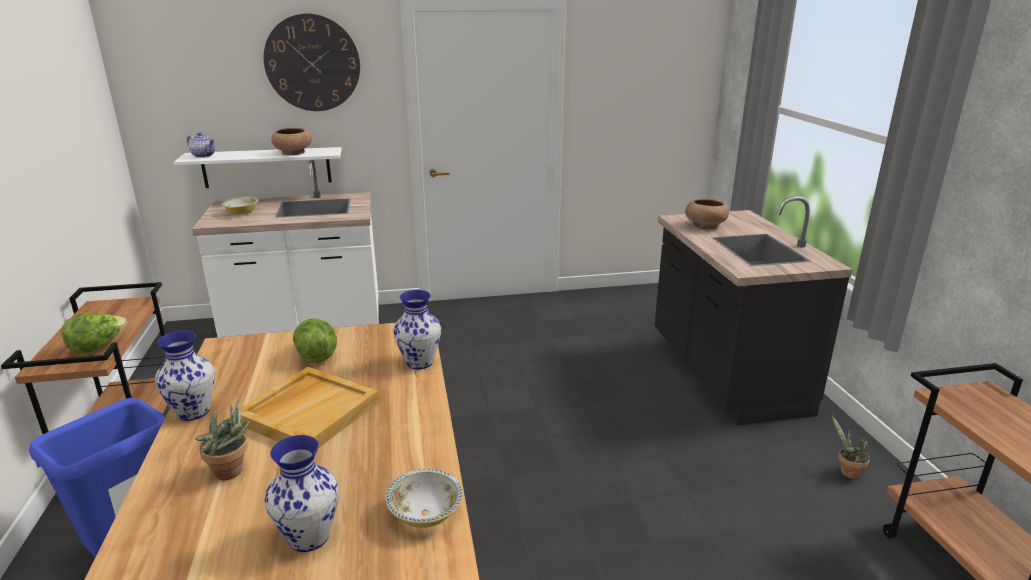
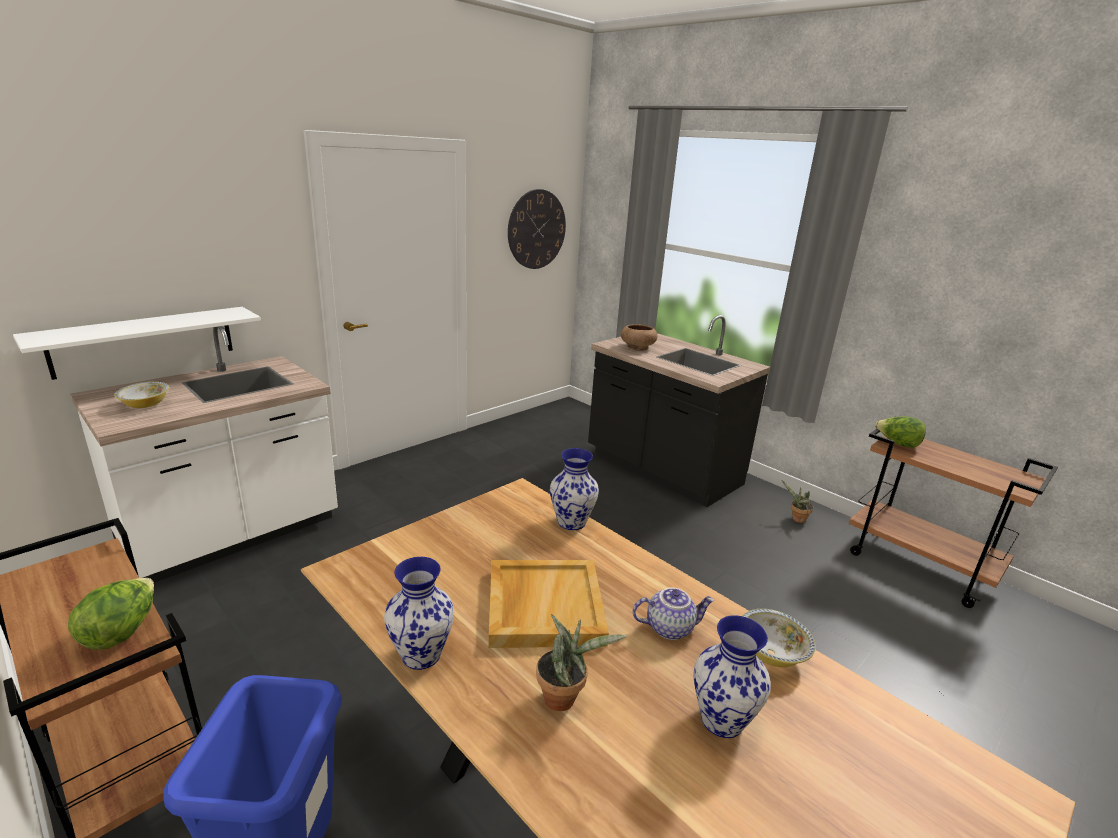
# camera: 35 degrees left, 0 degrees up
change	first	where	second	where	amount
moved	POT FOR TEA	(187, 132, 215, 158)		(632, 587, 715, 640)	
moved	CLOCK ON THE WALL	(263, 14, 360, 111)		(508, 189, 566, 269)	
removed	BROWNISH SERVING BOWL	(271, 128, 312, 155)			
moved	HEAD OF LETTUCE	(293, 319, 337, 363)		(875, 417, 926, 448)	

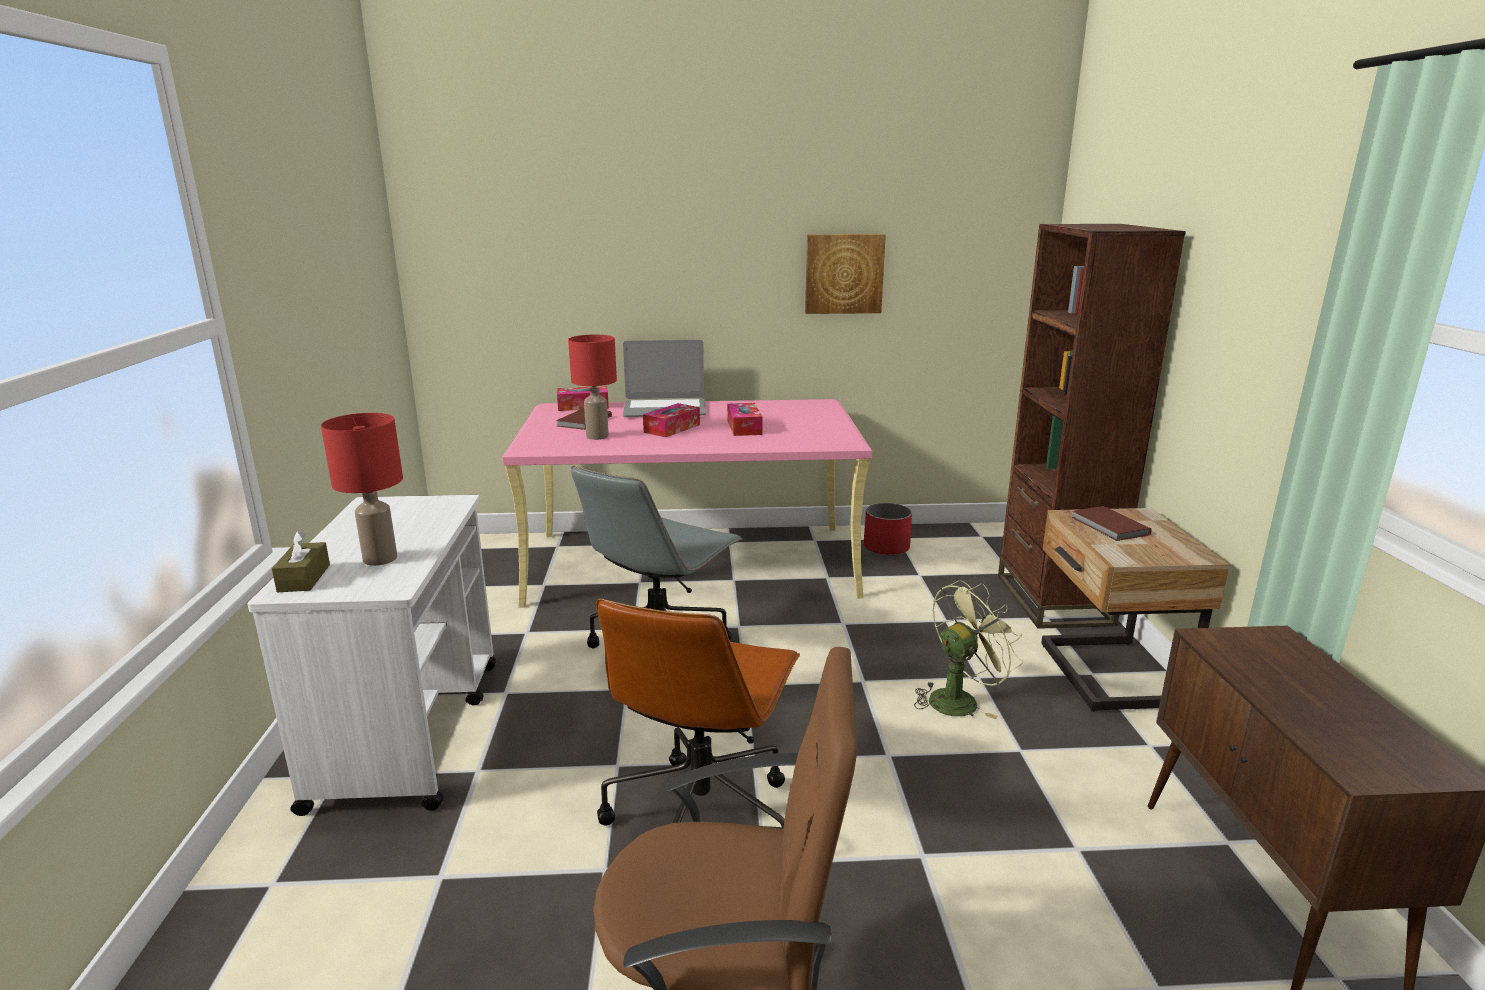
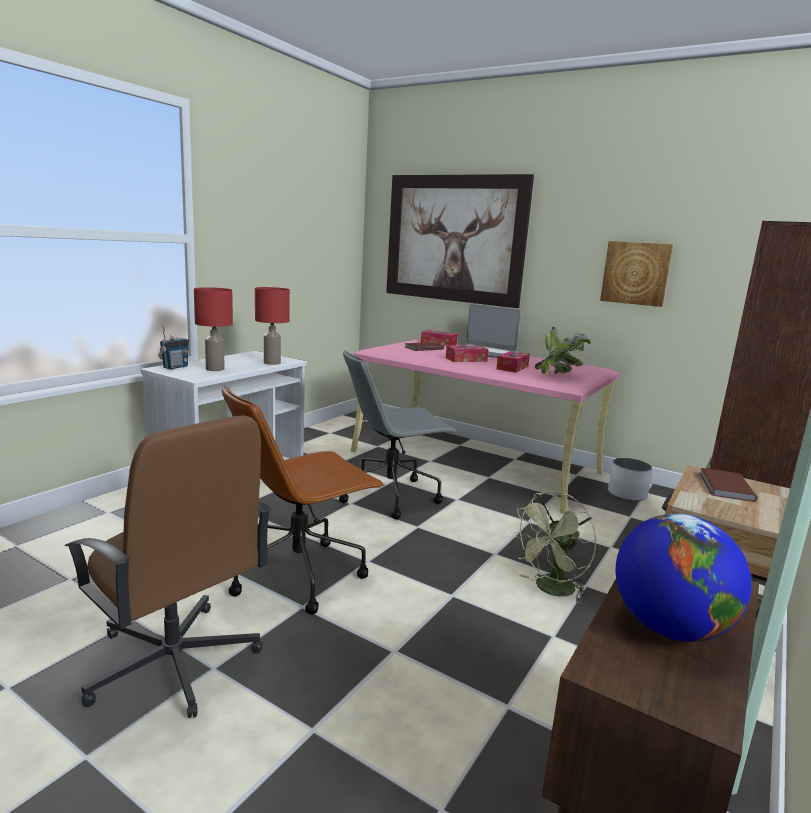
# camera: 35 degrees right, 5 degrees down
change	first	where	second	where	amount
replaced	BROWNISH TISSUE BOX	(272, 531, 330, 592)	RADIO SET	(158, 325, 189, 369)	
moved	REDDISH TABLETOP LAMP	(568, 335, 617, 440)		(255, 287, 290, 365)	
recoloured	REDDISH PLANT POT	(864, 503, 912, 556)	WHITE PLANT POT	(608, 458, 652, 501)	
turned	GREEN-COLOURED COOLING FAN	(914, 580, 1023, 719)		(511, 491, 597, 604)	135 degrees clockwise
added			PICTURE	(386, 174, 534, 308)	
added			POTTED PLANT	(535, 327, 590, 375)	
added			WORLD GLOBE	(616, 514, 752, 642)	

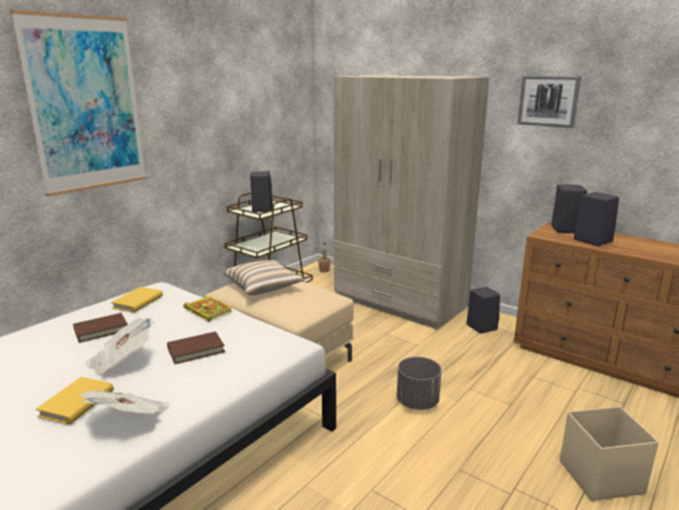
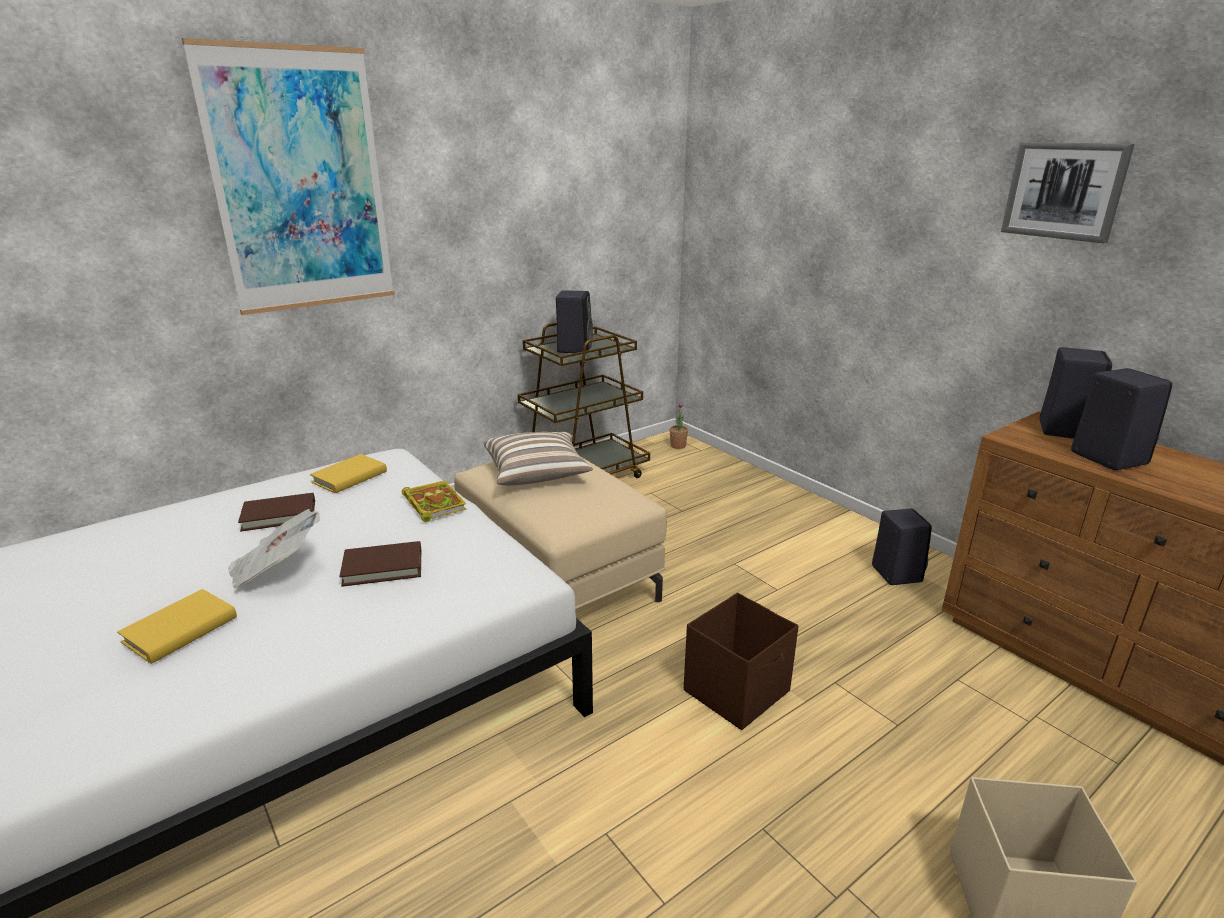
# camera: 15 degrees right, 5 degrees up
change	first	where	second	where	amount
removed	NEWSPAPER	(80, 390, 169, 414)			
removed	BEIGE-COLOURED CLOTHES CUPBOARD	(334, 75, 489, 330)			
replaced	GRAY PLANT POT	(397, 357, 441, 410)	BROWNISH STORAGE BIN	(684, 593, 799, 730)	

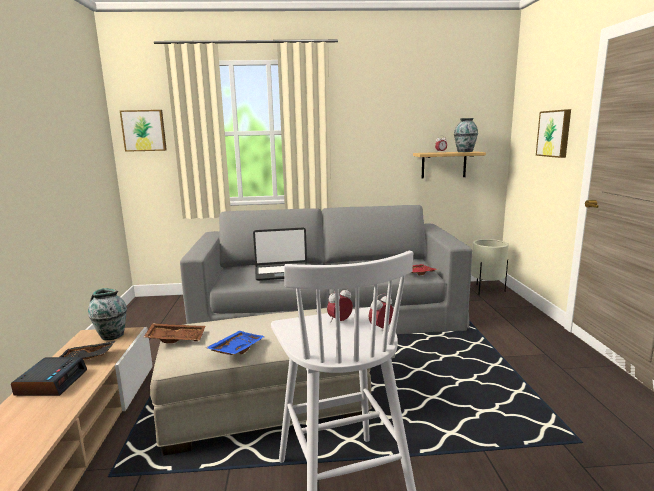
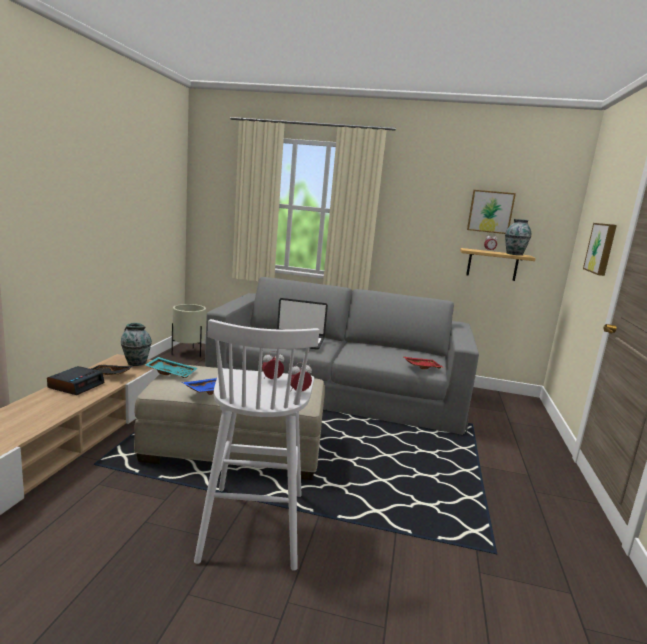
# camera: 15 degrees right, 0 degrees up
change	first	where	second	where	amount
moved	PICTURE	(120, 110, 167, 152)		(467, 190, 516, 234)	
recoloured	BROWNISH TRAY	(144, 323, 205, 343)	TURQUOISE TRAY	(145, 357, 197, 378)	
moved	BEIGE-COLOURED PLANT POT	(471, 239, 509, 295)		(172, 304, 206, 357)	

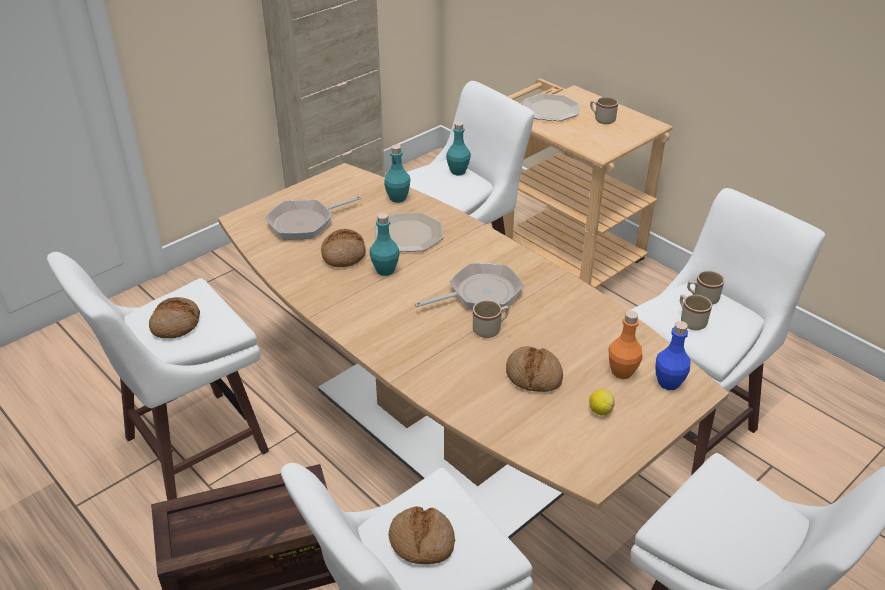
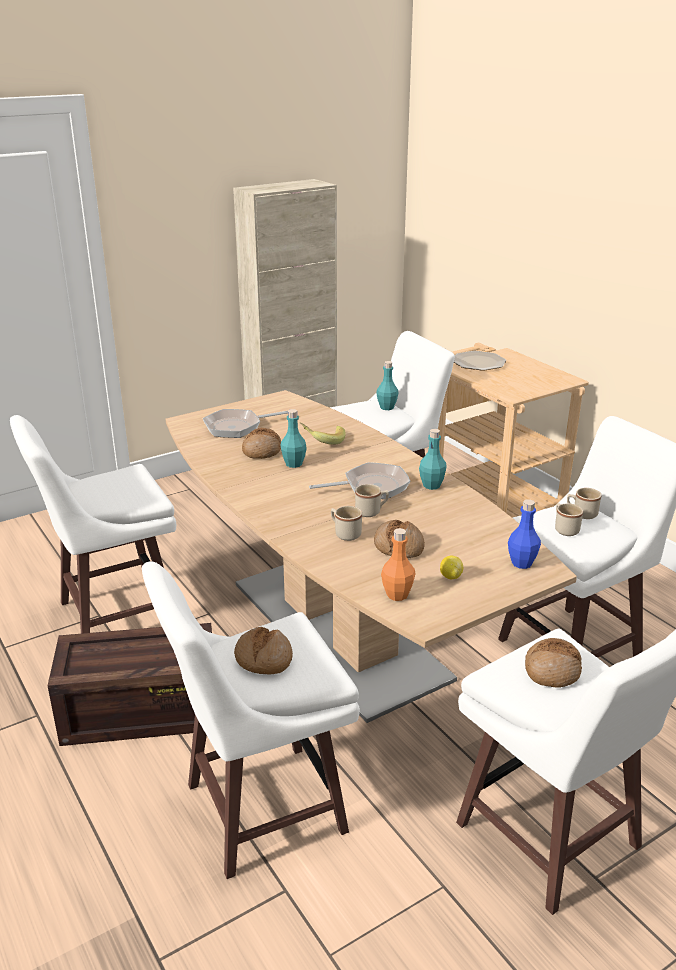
# camera: 10 degrees right, 10 degrees down
change	first	where	second	where	amount
moved	BAKED BREAD	(149, 297, 200, 338)		(525, 638, 582, 688)	
replaced	DINNER PLATE	(375, 212, 444, 252)	BANANA FRUIT	(300, 423, 346, 445)	
moved	TURQUOISE DRINK BOTTLE	(384, 144, 410, 203)		(419, 429, 447, 490)	
moved	BEIGE-COLOURED MUG	(590, 97, 618, 124)		(331, 506, 362, 541)	
moved	ORANGE DRINK BOTTLE	(608, 311, 642, 379)		(381, 528, 415, 601)	

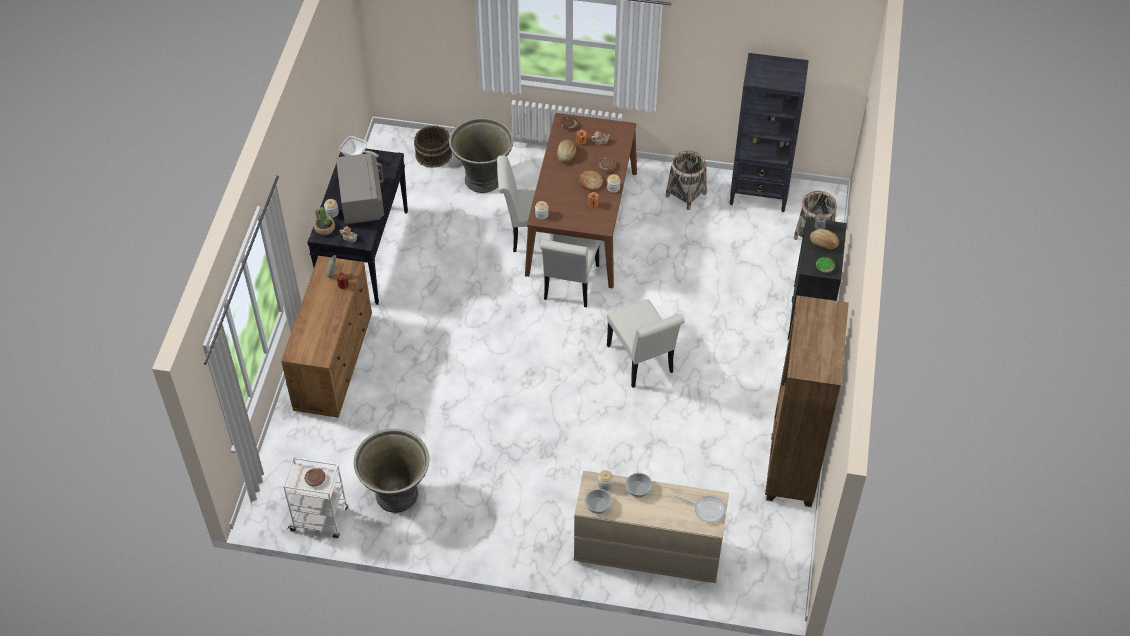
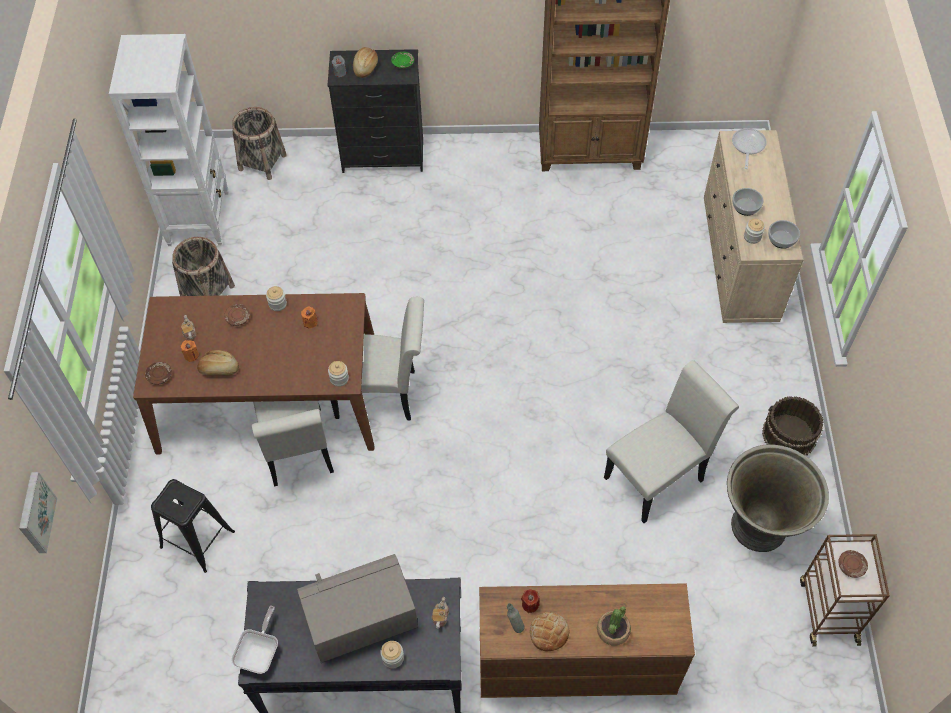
# camera: 100 degrees left, 5 degrees up
change	first	where	second	where	amount
recoloured	WHITE CART	(283, 457, 348, 538)	BROWNISH CART	(800, 534, 890, 647)	
moved	POTTED PLANT	(314, 207, 335, 235)		(597, 606, 631, 645)	
moved	BROWNISH BUCKET	(414, 125, 452, 168)		(762, 396, 824, 456)	
replaced	GRAY PLANT POT	(449, 117, 514, 193)	BLACK STOOL SEAT	(151, 479, 235, 573)	
moved	BAKED BREAD	(579, 171, 603, 190)		(530, 612, 569, 651)	
moved	WHITE CHAIR	(607, 300, 685, 388)		(604, 360, 739, 523)	
recoloured	BLACK SHELVING UNIT	(730, 53, 809, 212)	WHITE SHELVING UNIT	(109, 34, 228, 246)	
added			PICTURE	(19, 472, 57, 553)	

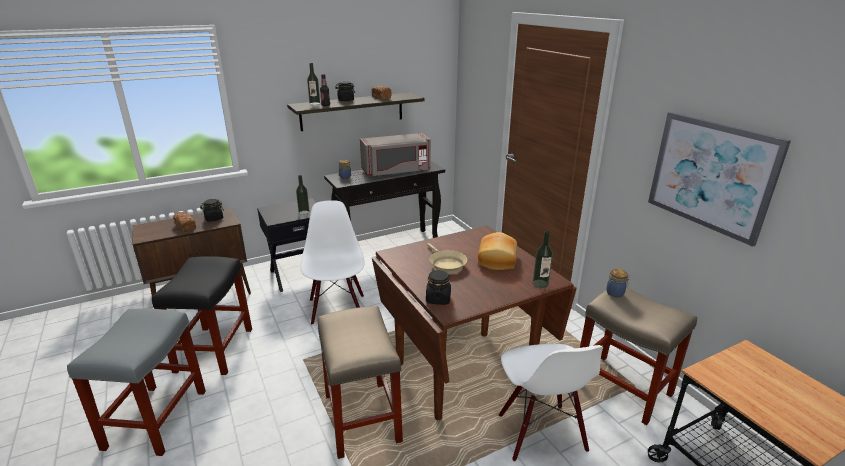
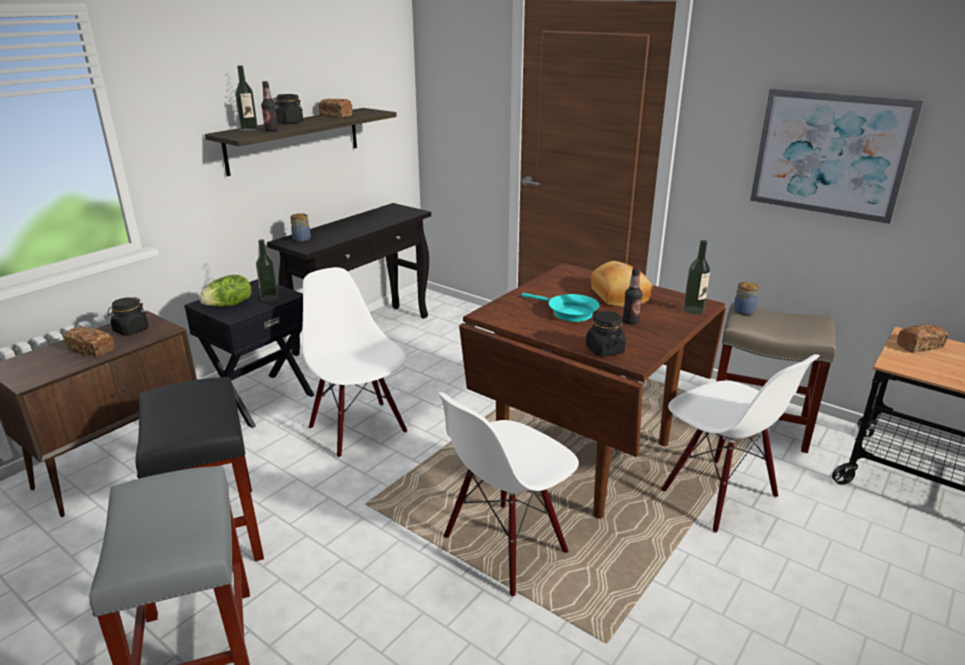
# camera: 25 degrees left, 0 degrees up
change	first	where	second	where	amount
replaced	BEIGE-COLOURED STOOL SEAT	(318, 306, 403, 459)	WHITE CHAIR	(438, 392, 579, 597)	
removed	GRAY MICROWAVE	(360, 133, 431, 176)			
recoloured	BEIGE-COLOURED FRYING PAN	(427, 243, 467, 273)	TURQUOISE FRYING PAN	(522, 293, 600, 322)	
added			HEAD OF LETTUCE	(199, 275, 251, 307)	
added			DRINK BOTTLE	(623, 267, 642, 324)	
added			BAKED BREAD	(897, 325, 948, 353)	

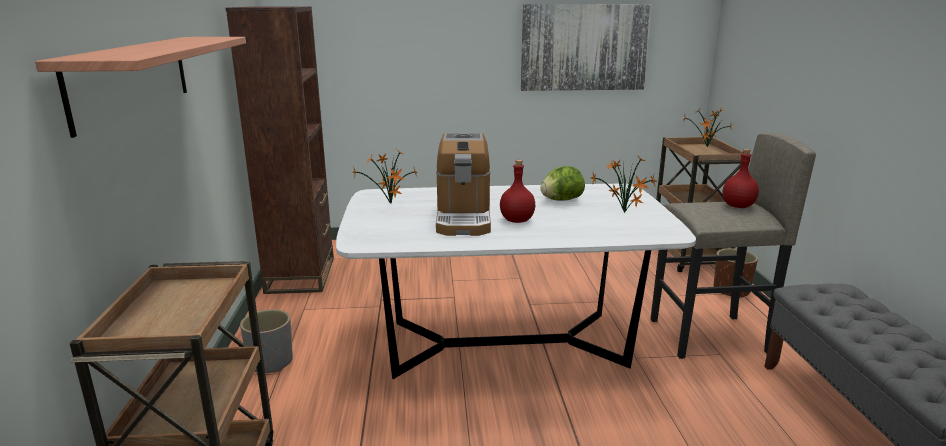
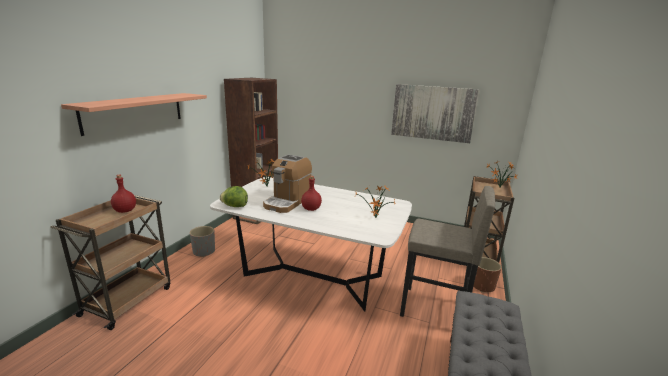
# camera: 25 degrees right, 0 degrees up
change	first	where	second	where	amount
moved	HEAD OF LETTUCE	(540, 166, 585, 201)		(220, 186, 248, 207)	
moved	REDDISH DRINK BOTTLE	(723, 149, 759, 208)		(111, 175, 136, 213)	

